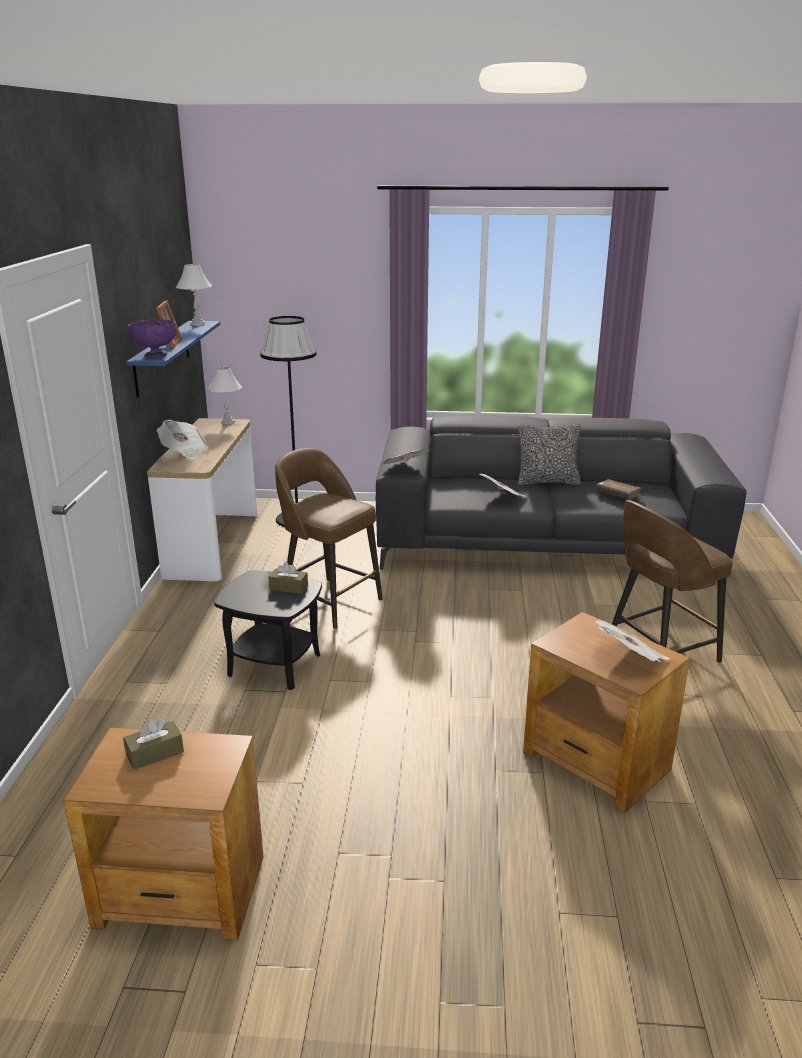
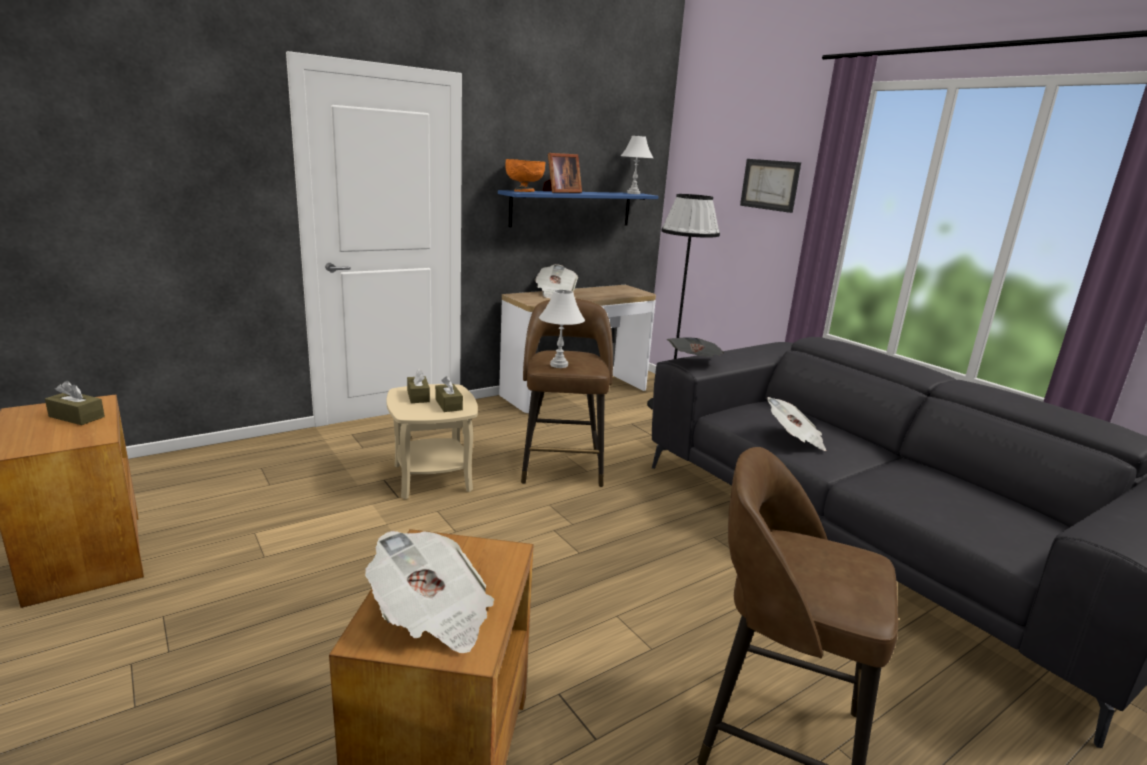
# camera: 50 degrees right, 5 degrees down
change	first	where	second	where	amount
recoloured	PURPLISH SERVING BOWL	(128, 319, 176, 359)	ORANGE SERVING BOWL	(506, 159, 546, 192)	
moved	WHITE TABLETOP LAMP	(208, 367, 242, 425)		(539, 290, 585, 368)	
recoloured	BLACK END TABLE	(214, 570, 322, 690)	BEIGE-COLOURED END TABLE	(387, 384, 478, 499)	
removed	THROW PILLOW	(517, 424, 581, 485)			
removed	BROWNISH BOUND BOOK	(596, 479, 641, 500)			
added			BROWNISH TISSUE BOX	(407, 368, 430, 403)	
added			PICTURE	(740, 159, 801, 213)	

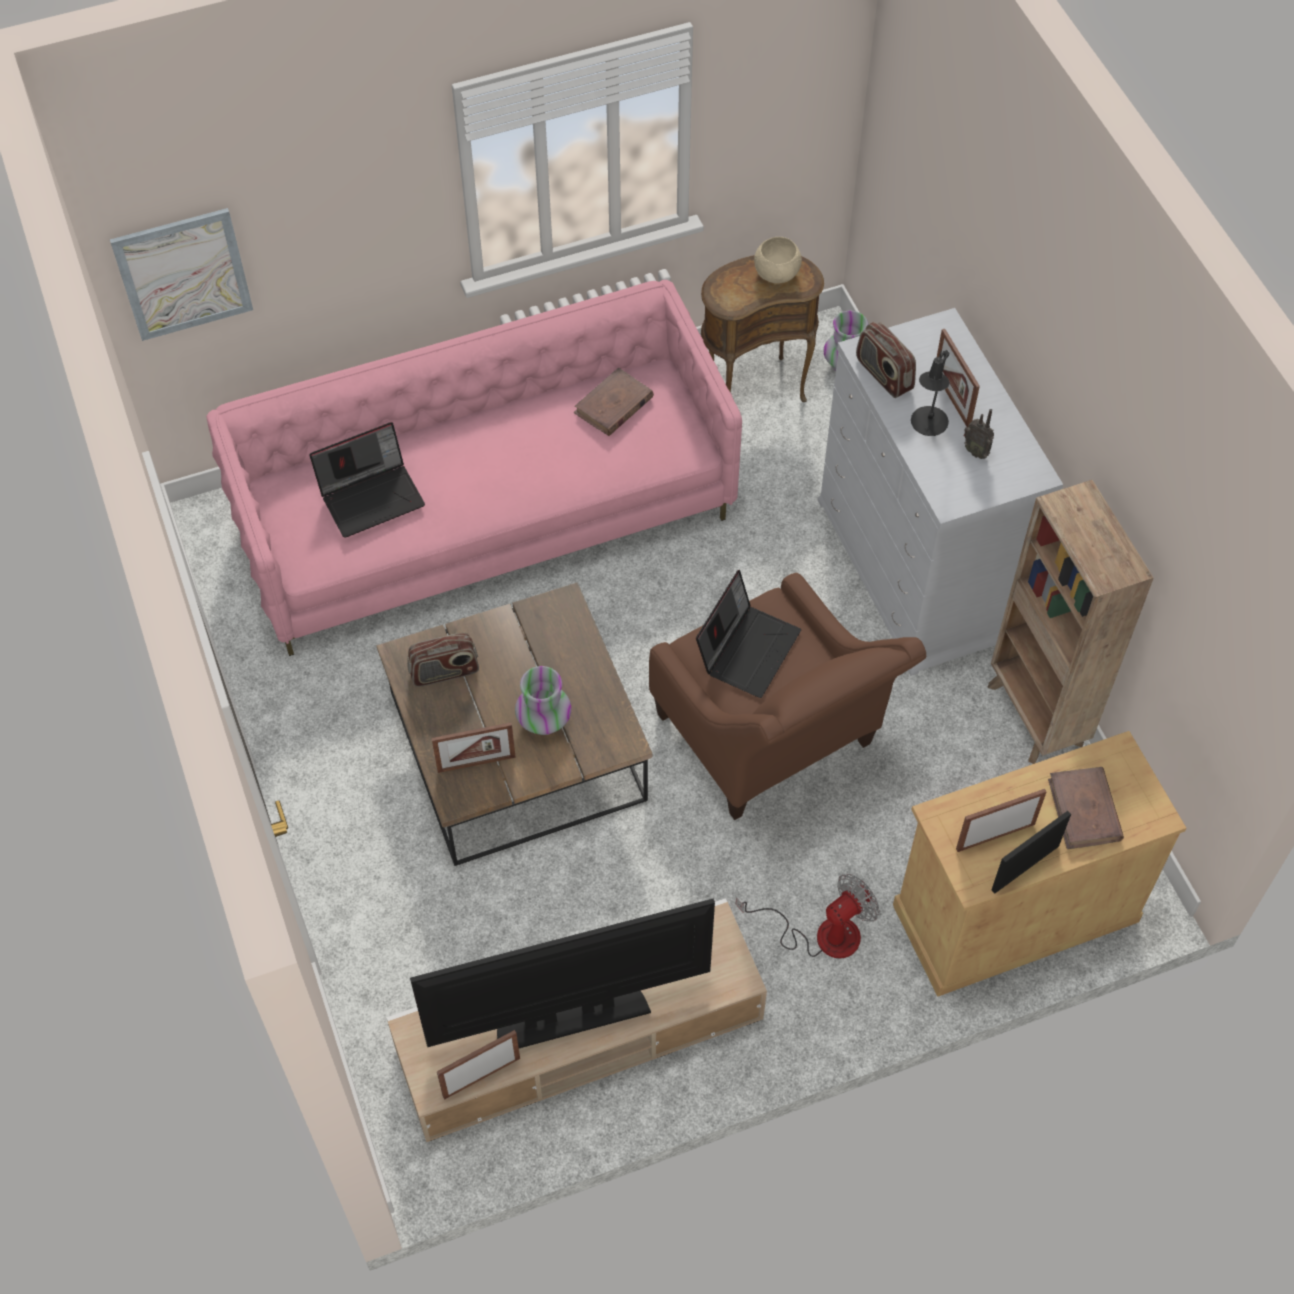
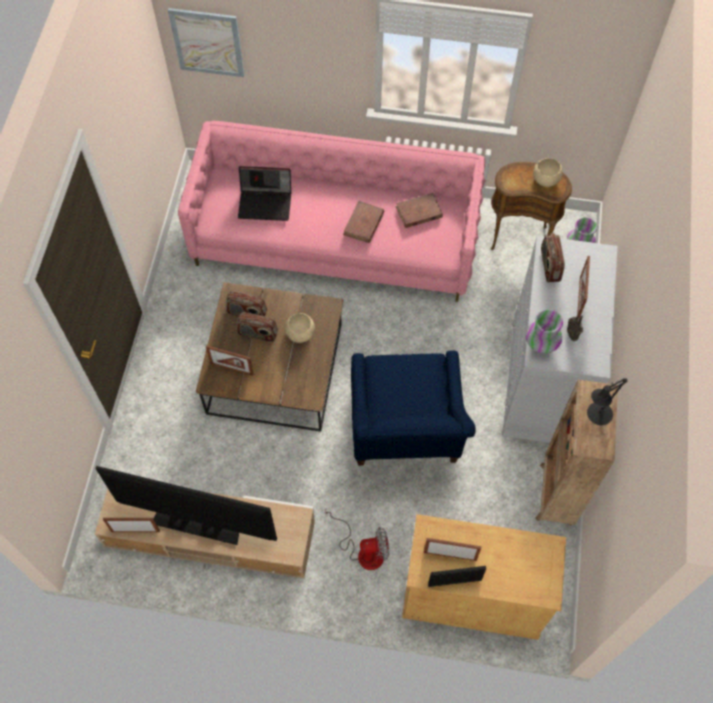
# camera: 30 degrees right, 5 degrees up
change	first	where	second	where	amount
moved	VASE	(515, 666, 571, 735)		(526, 309, 563, 353)	
recoloured	BROWNISH EASY CHAIR	(649, 573, 926, 820)	BLUISH EASY CHAIR	(351, 350, 476, 466)	
removed	NOTEBOOK COMPUTER	(696, 570, 801, 698)			
moved	BLACK TABLETOP LAMP	(911, 350, 950, 436)		(587, 378, 628, 425)	
moved	BROWNISH BOUND BOOK	(1048, 767, 1124, 849)		(343, 201, 385, 243)	
added			RADIO SET	(236, 312, 278, 342)	
added			BEIGE-COLOURED SERVING BOWL	(285, 313, 315, 343)	

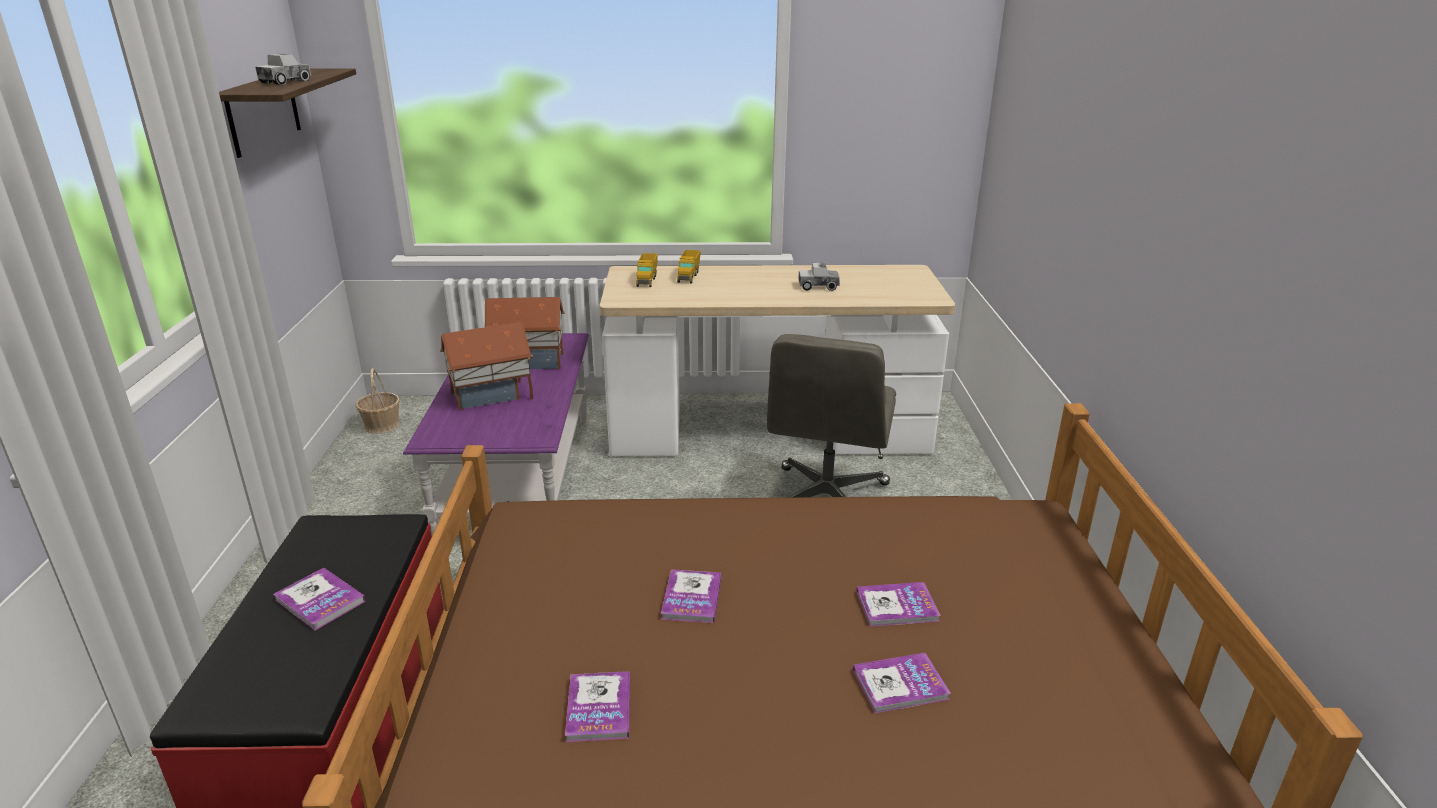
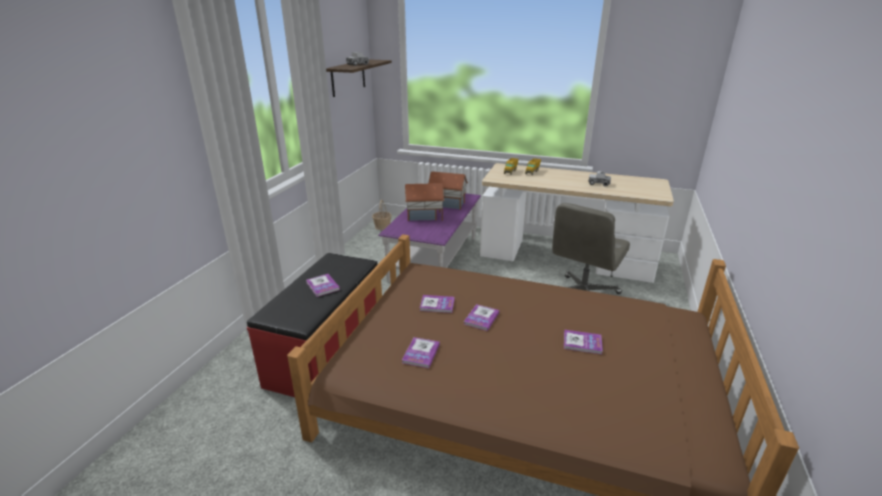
# camera: 20 degrees right, 0 degrees up
change	first	where	second	where	amount
moved	BOUND BOOK	(853, 653, 951, 713)		(420, 295, 455, 313)	

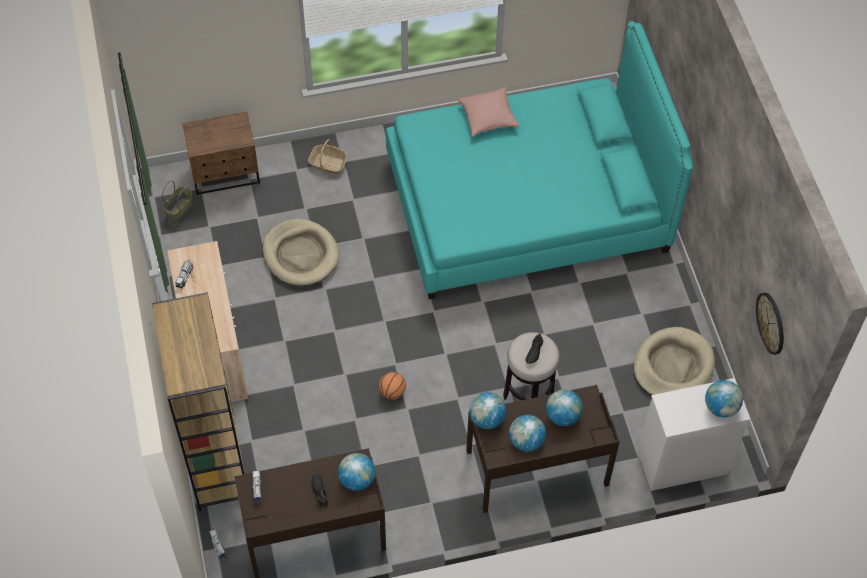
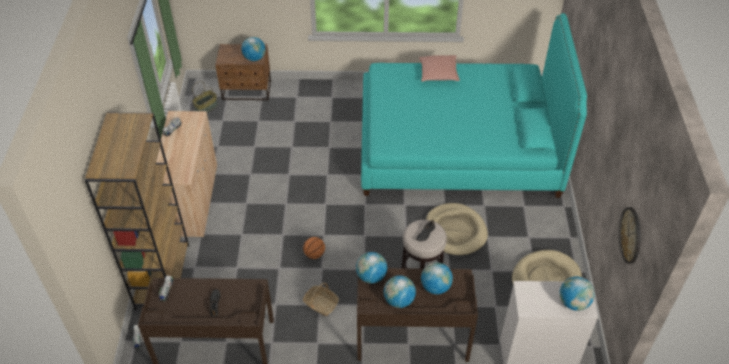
# camera: 15 degrees right, 10 degrees down
change	first	where	second	where	amount
moved	BEIGE-COLOURED PET BED	(262, 219, 339, 286)		(426, 203, 488, 256)	
moved	HOUSEHOLD BASKET	(308, 139, 347, 174)		(303, 283, 339, 316)	
moved	WORLD GLOBE	(338, 453, 375, 491)		(241, 37, 266, 61)	

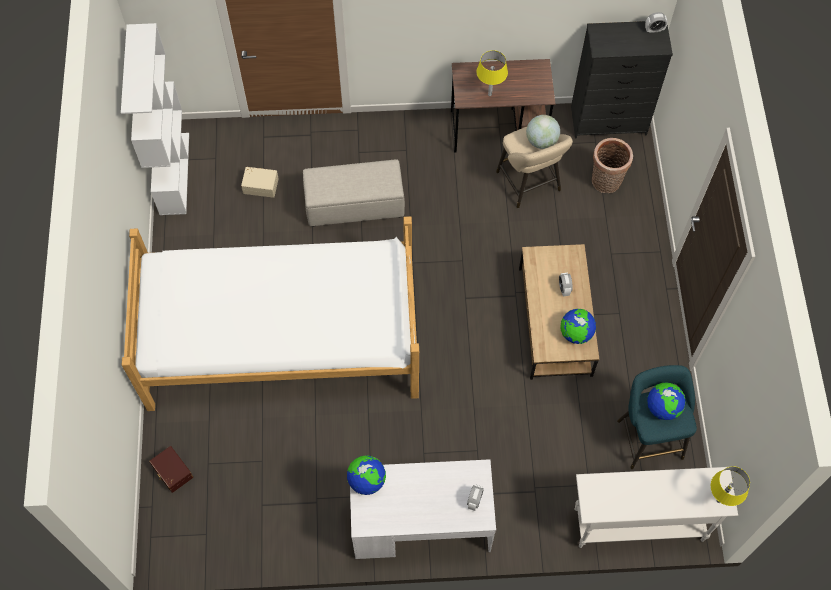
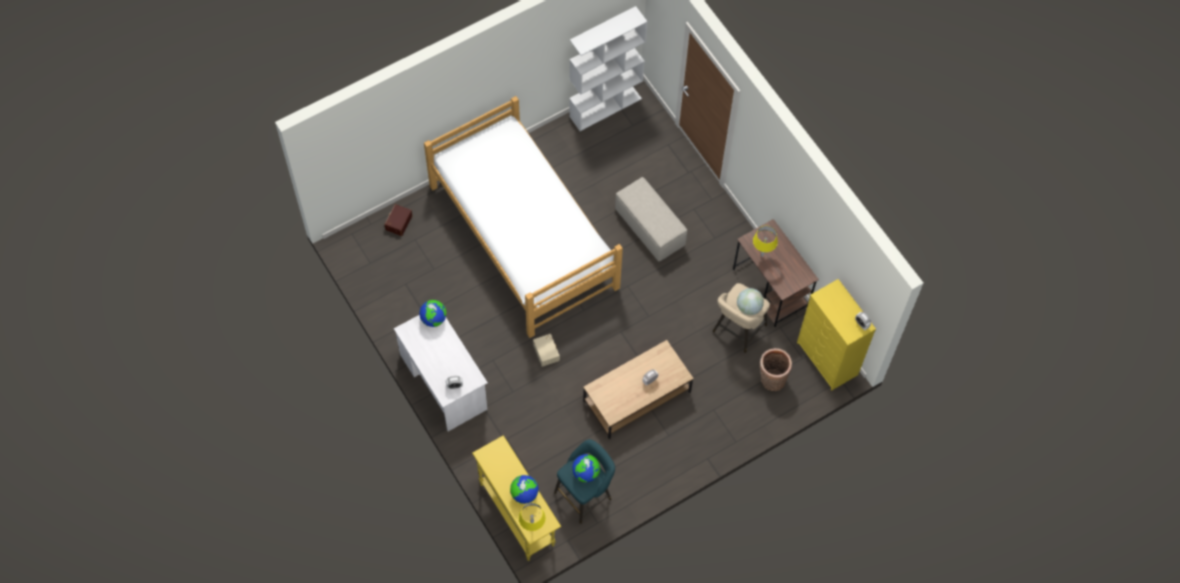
# camera: 60 degrees right, 0 degrees up
change	first	where	second	where	amount
moved	BEIGE-COLOURED STORAGE BIN	(241, 167, 279, 198)		(533, 334, 560, 367)	
moved	WORLD GLOBE	(560, 309, 596, 344)		(510, 475, 539, 504)	
recoloured	BLACK DRAWER CHEST	(571, 21, 673, 138)	YELLOW DRAWER CHEST	(797, 279, 876, 391)	
recoloured	WHITE HALL TABLE	(574, 467, 738, 548)	YELLOW HALL TABLE	(472, 435, 561, 561)	

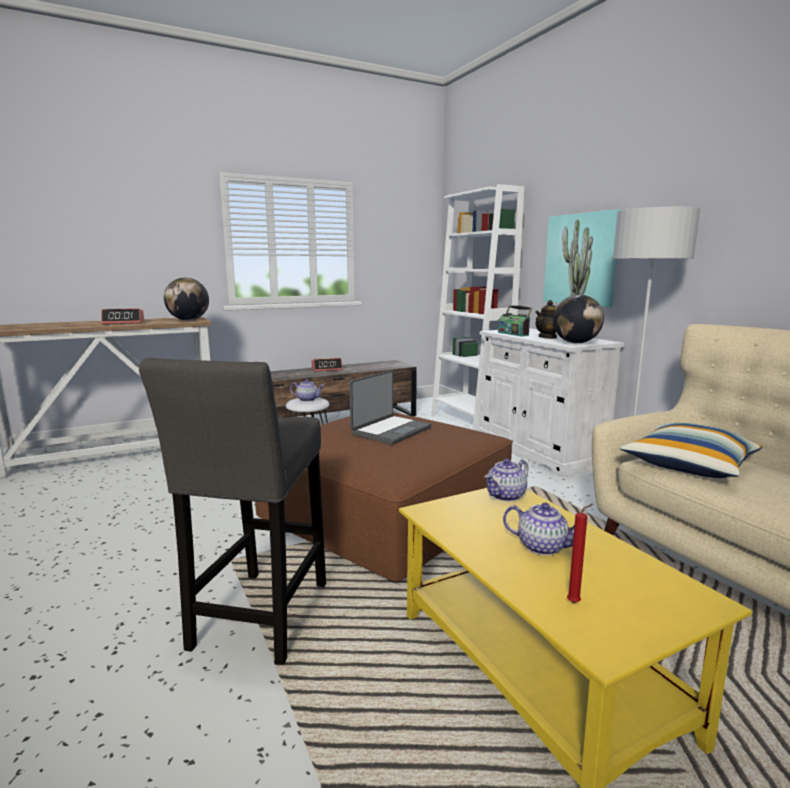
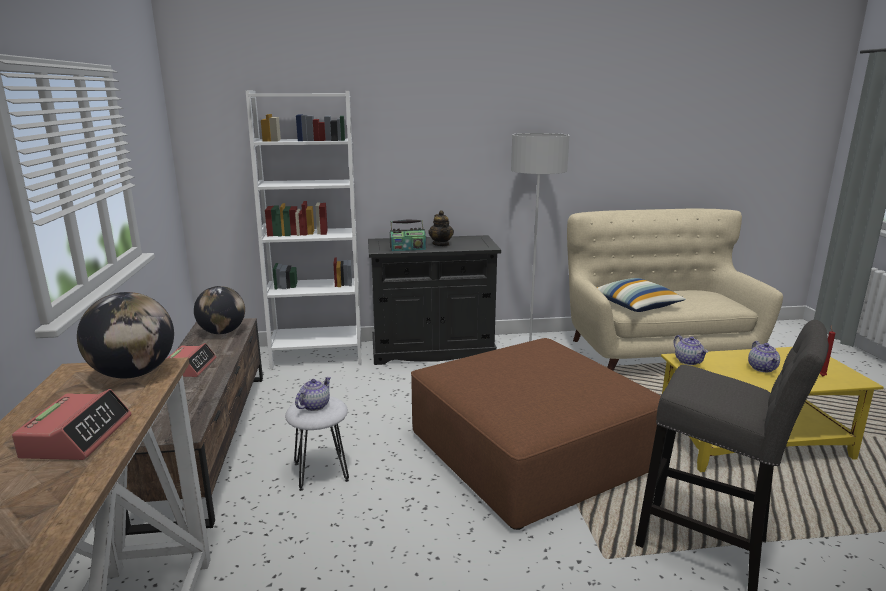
# camera: 70 degrees left, 5 degrees up
change	first	where	second	where	amount
removed	NOTEBOOK COMPUTER	(349, 370, 432, 445)			
recoloured	WHITE CUPBOARD	(478, 328, 624, 478)	BLACK CUPBOARD	(368, 235, 501, 365)	
turned	POT FOR TEA	(503, 503, 588, 556)		(748, 341, 780, 372)	135 degrees clockwise
removed	PICTURE	(543, 209, 622, 307)			
moved	WORLD GLOBE	(553, 295, 604, 343)		(194, 286, 245, 334)	

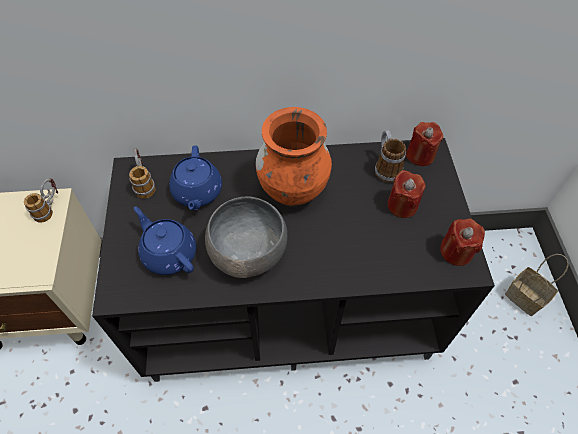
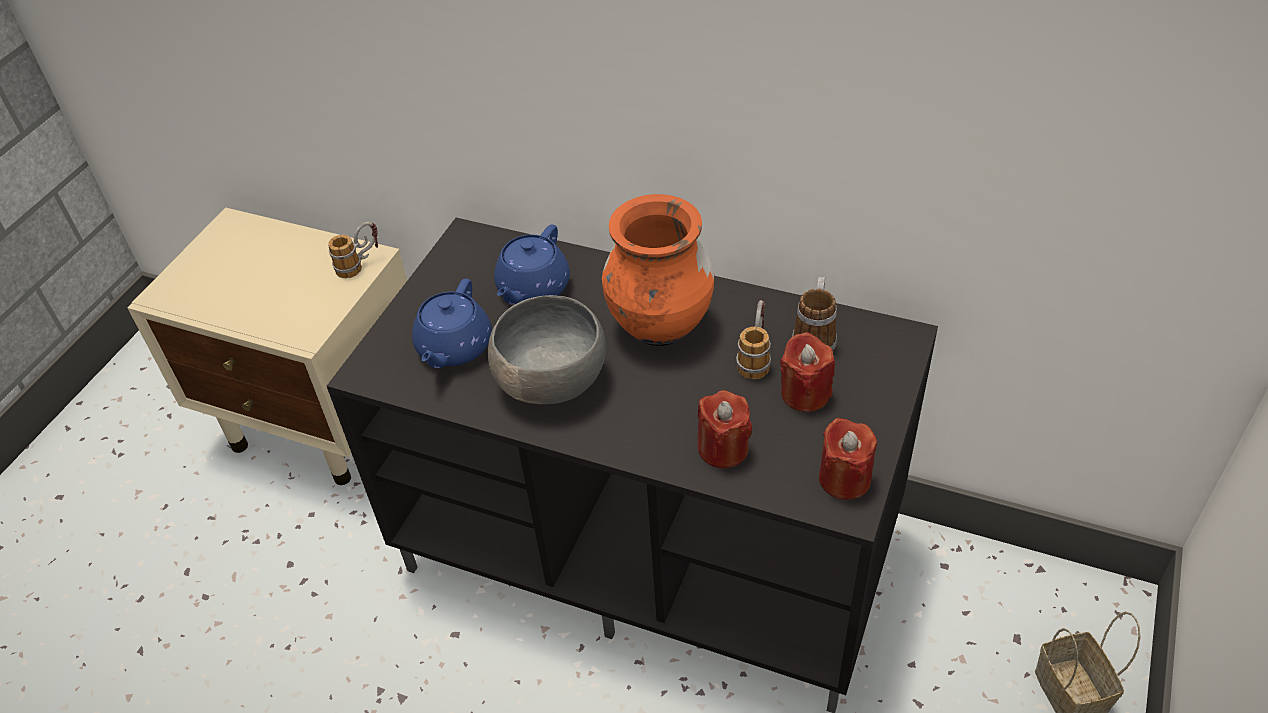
# camera: 30 degrees right, 10 degrees down
change	first	where	second	where	amount
moved	MUG	(129, 148, 156, 199)		(736, 300, 771, 379)	
turned	BLUISH POT FOR TEA	(134, 207, 196, 275)		(412, 279, 492, 368)	150 degrees counterclockwise
moved	REDDISH WAX LIGHT	(406, 122, 443, 166)		(698, 390, 752, 468)	

